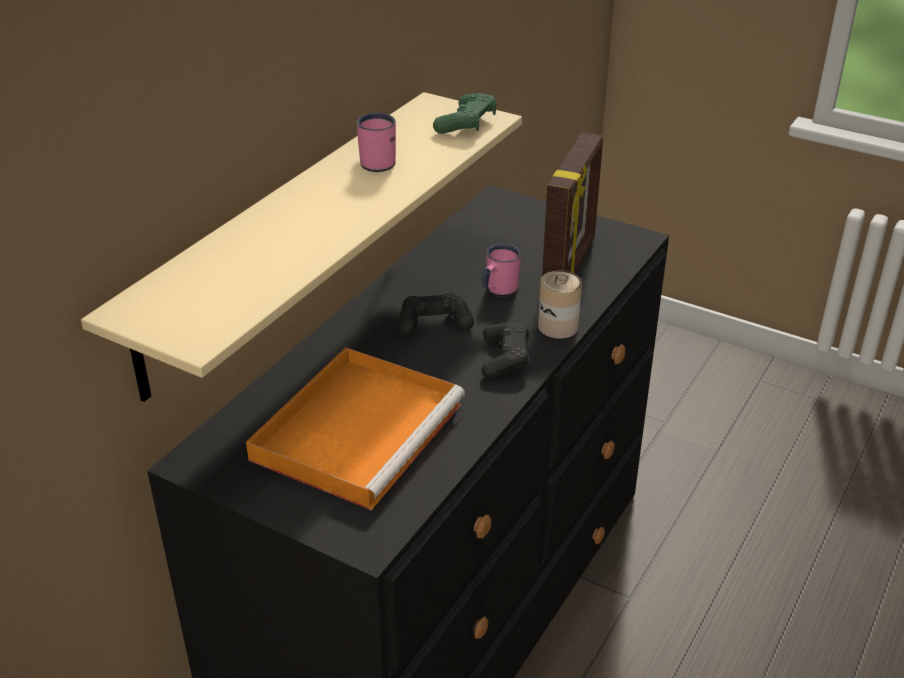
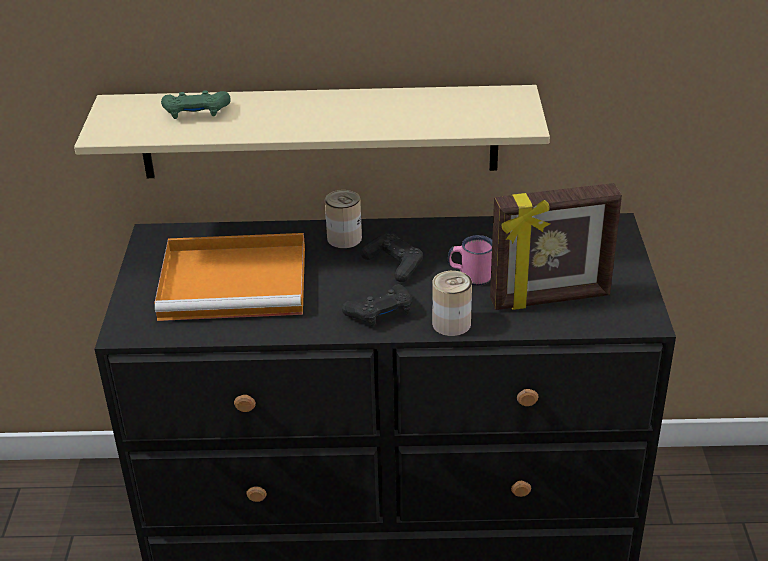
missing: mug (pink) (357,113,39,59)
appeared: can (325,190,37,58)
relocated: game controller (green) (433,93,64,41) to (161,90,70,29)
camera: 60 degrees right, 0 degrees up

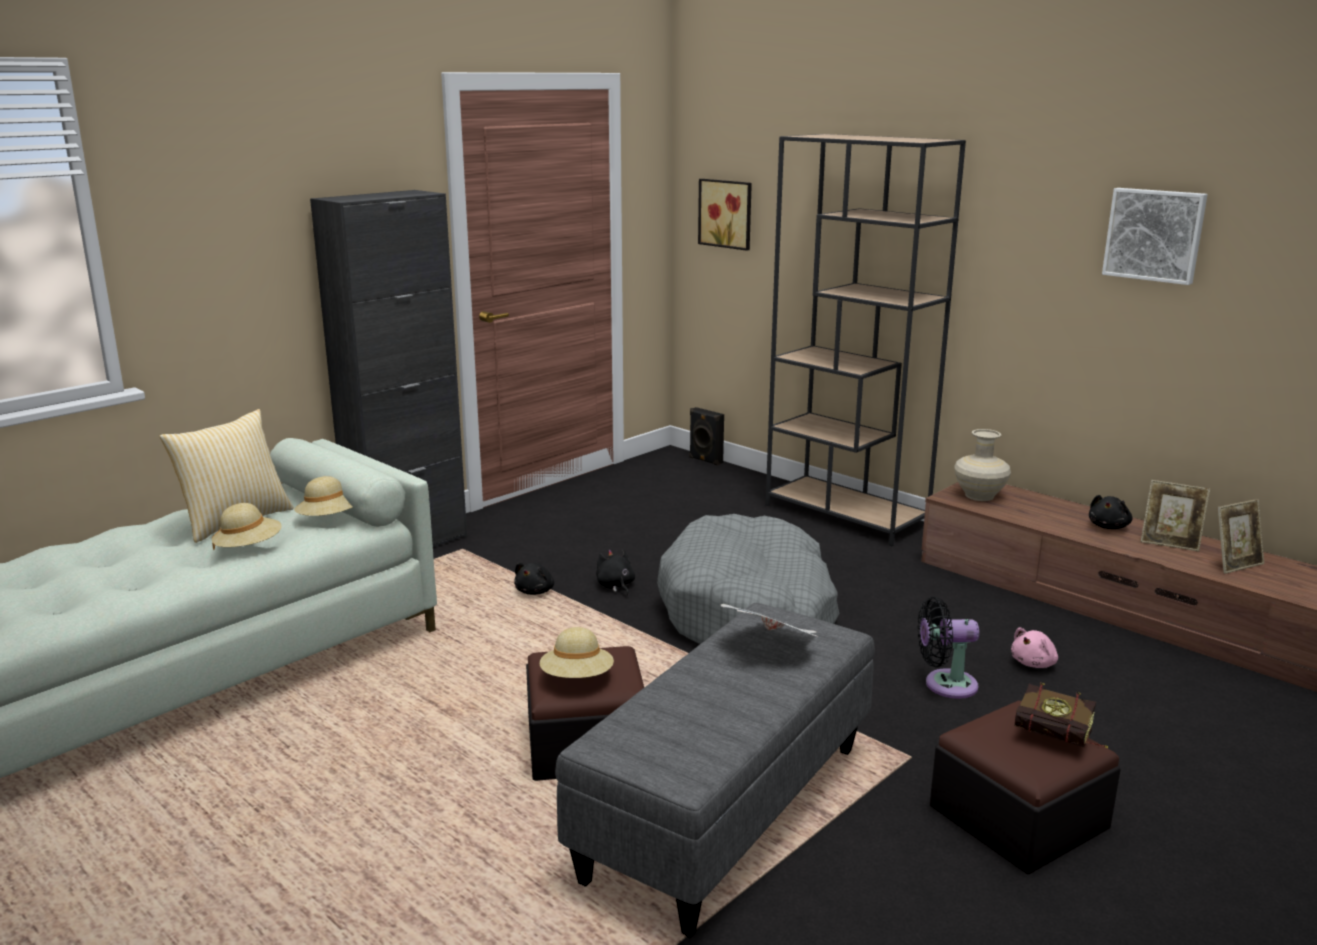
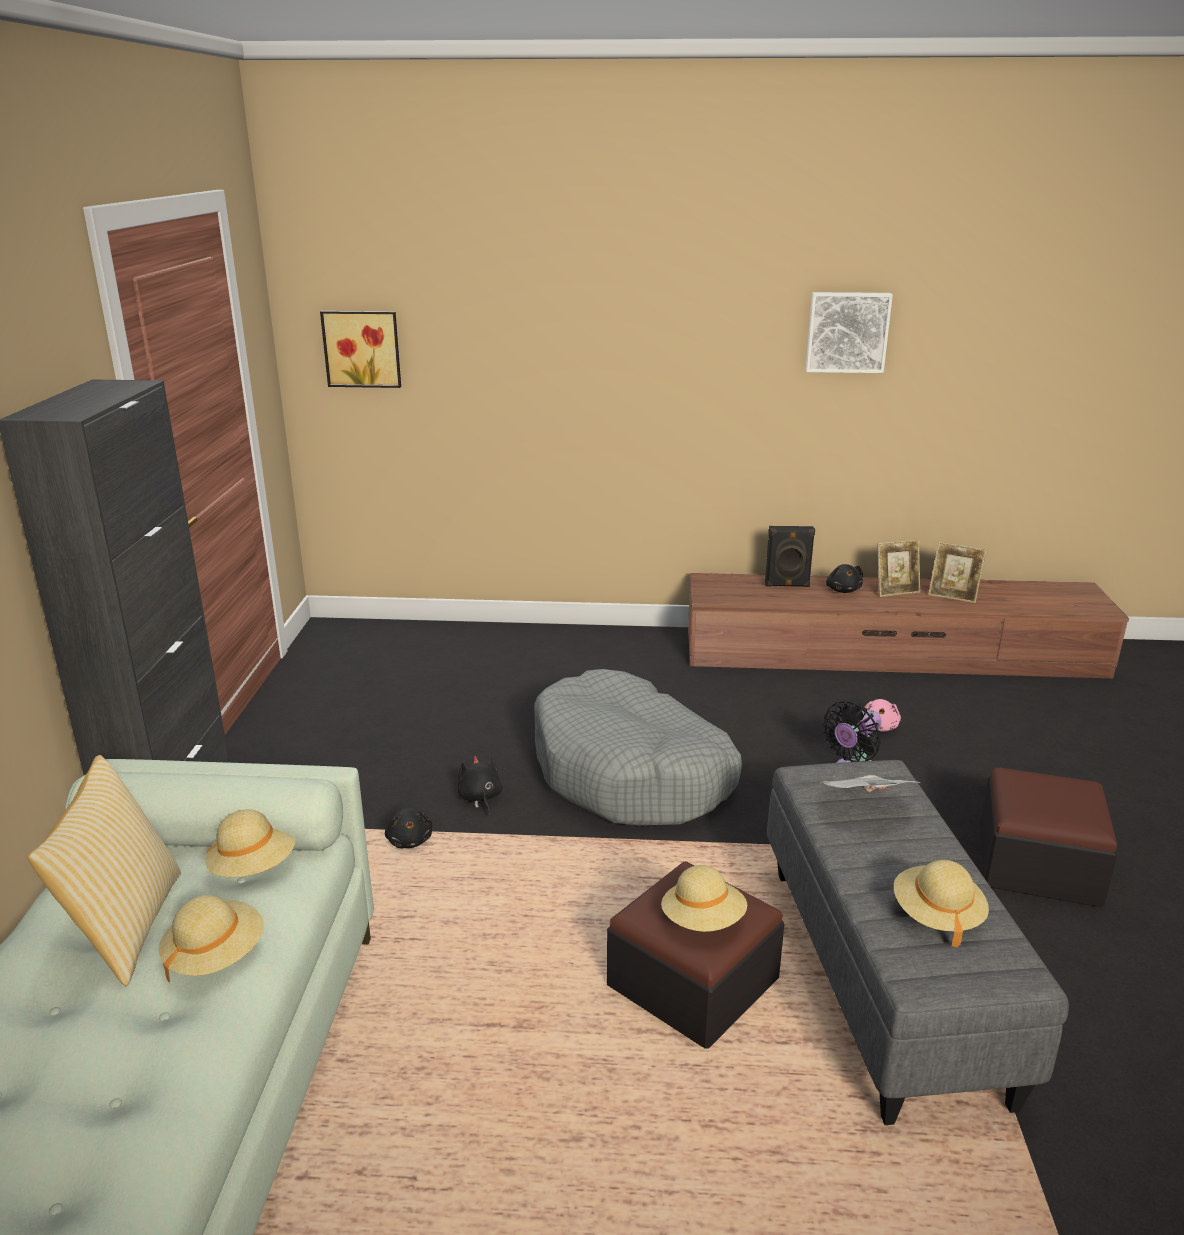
missing: bookcase (766,134,200,412); vase (beige) (955,429,56,72); book (1014,682,94,66)
appeared: hat (beige) (894,860,95,88)
relocated: speaker (black) (689,407,35,58) to (765,526,50,61)
spun: picture frame (1217,499,47,75) = (928,542,58,61) 90 degrees clockwise; plush toy (black) (596,549,39,47) = (458,756,45,59) 45 degrees clockwise
camera: 40 degrees left, 5 degrees up

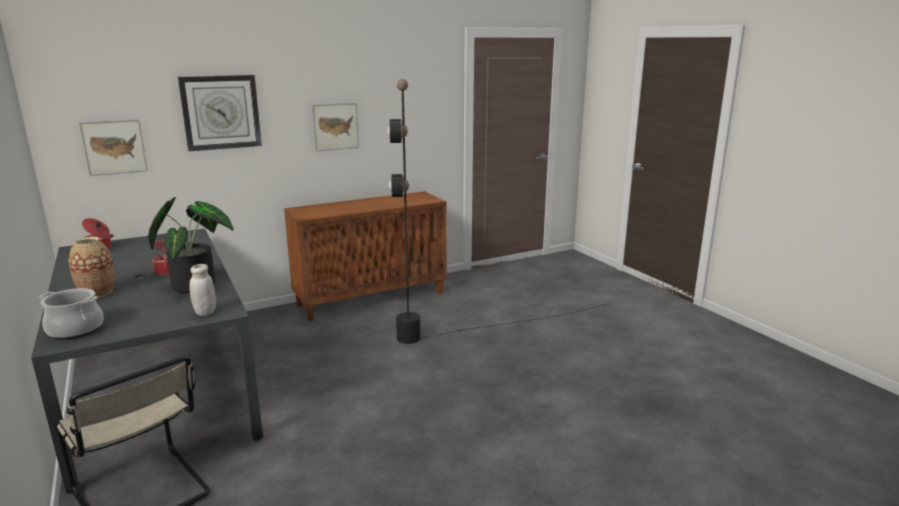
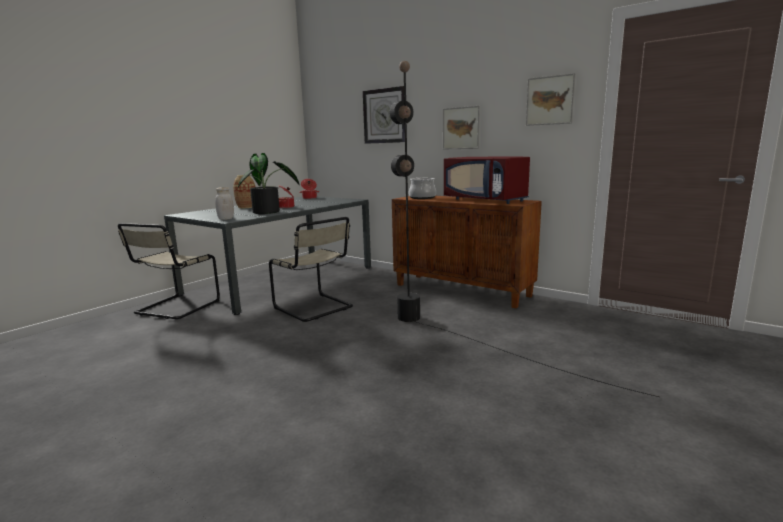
appeared: microwave (red) (444,157,86,47); chair (beige) (269,217,84,105)
relocated: picture (79,119,69,57) to (526,73,50,53); cooking pot (39,288,64,51) to (409,177,27,22)
camera: 65 degrees right, 5 degrees down

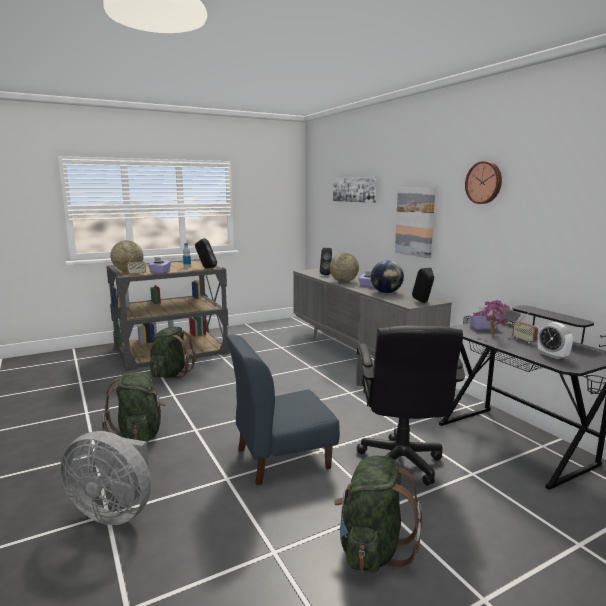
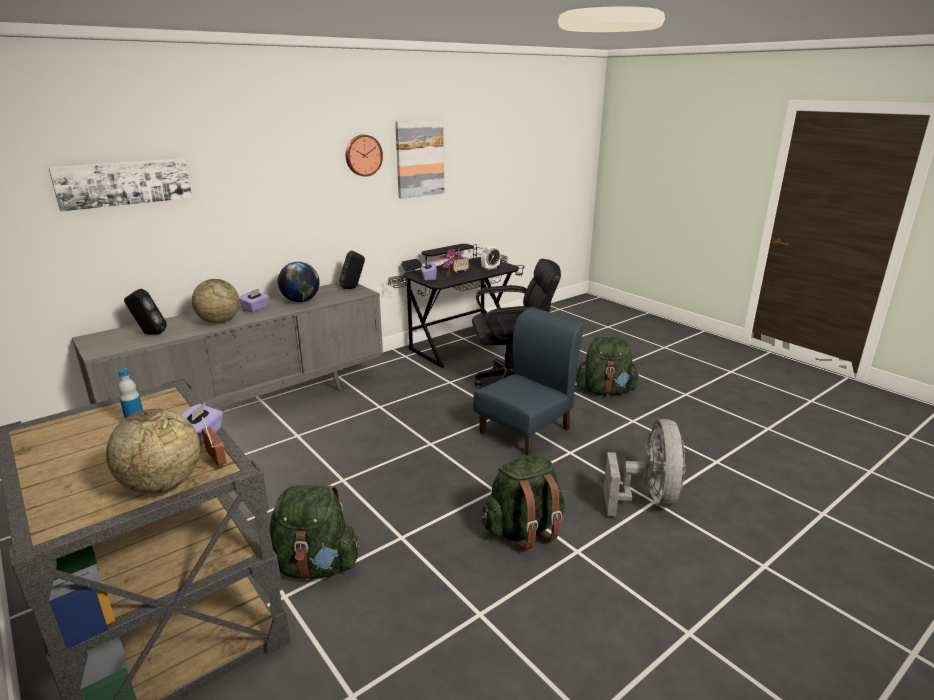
missing: speaker (black) (195,238,22,30)
relocated: picture (395,187,41,71) to (395,119,49,80)
spun: chair (blue) (226,335,114,150) = (473,307,110,149) 105 degrees counterclockwise
camera: 100 degrees left, 10 degrees up

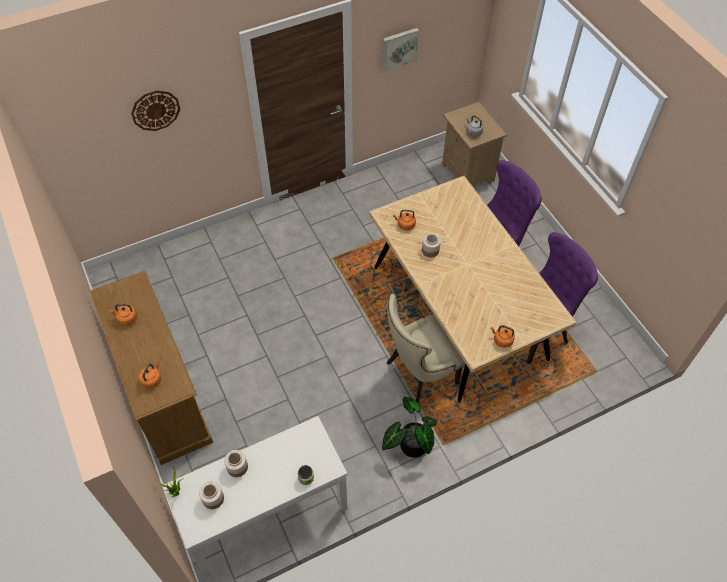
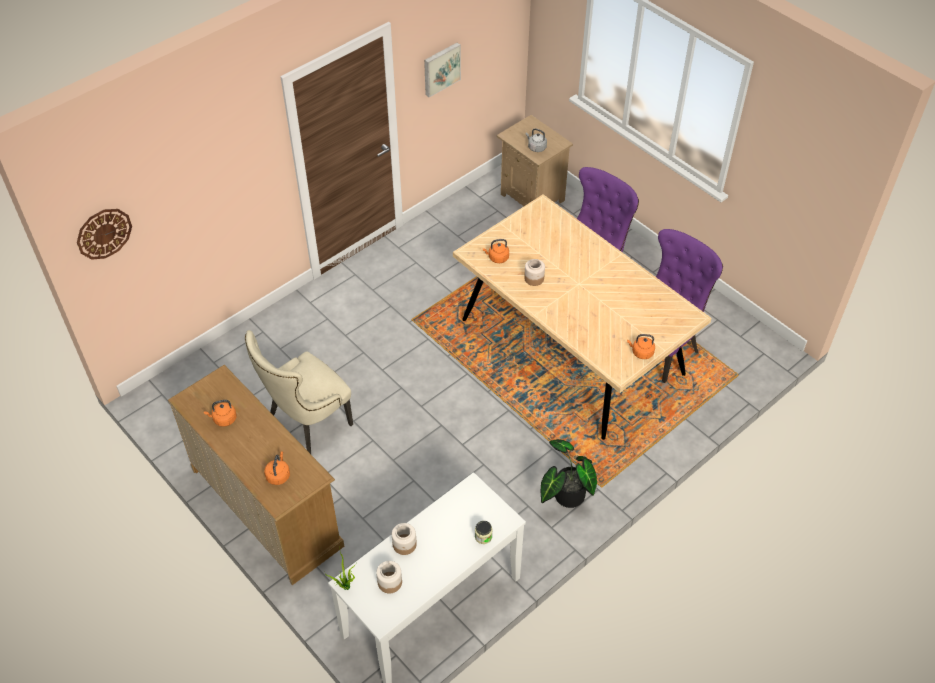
relocated: wall clock (131,90,49,41) to (77,209,55,51); chair (beige) (387,294,78,109) to (245,330,108,124)
camera: 15 degrees left, 5 degrees down

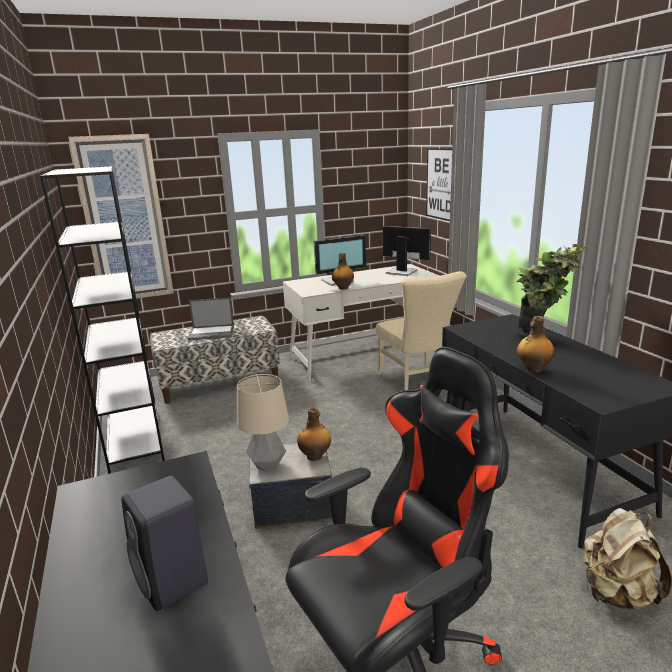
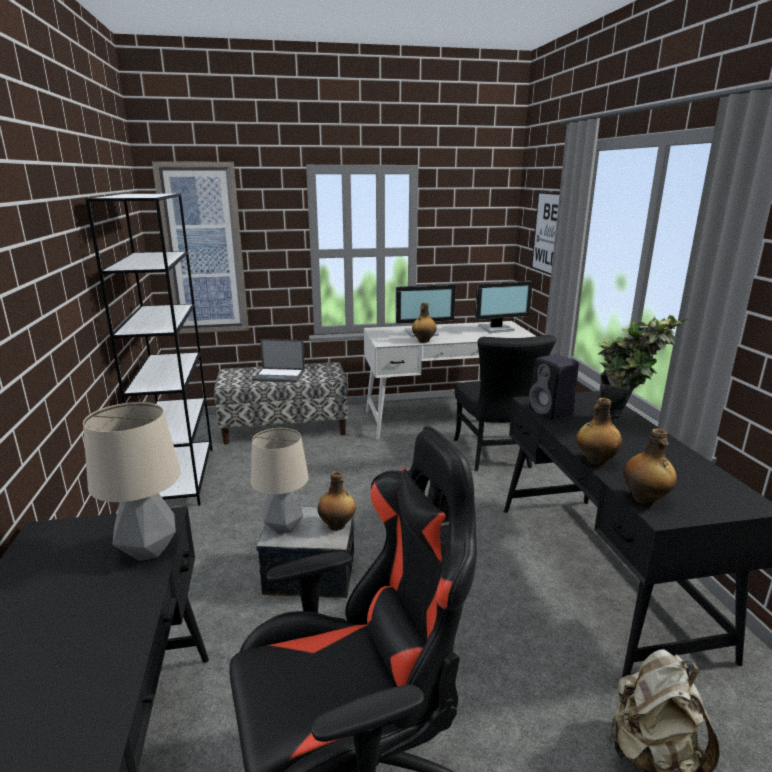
appeared: table lamp (83,402,98,159); bottle (623,428,54,77)
relocated: speaker (black) (121,475,87,136) to (529,354,50,66)
colour: chair (beige) (376,271,90,119) to chair (black) (454,335,102,136)
spun: monitor (383,226,48,50) = (475,281,57,52) 120 degrees clockwise
camera: 10 degrees right, 0 degrees up

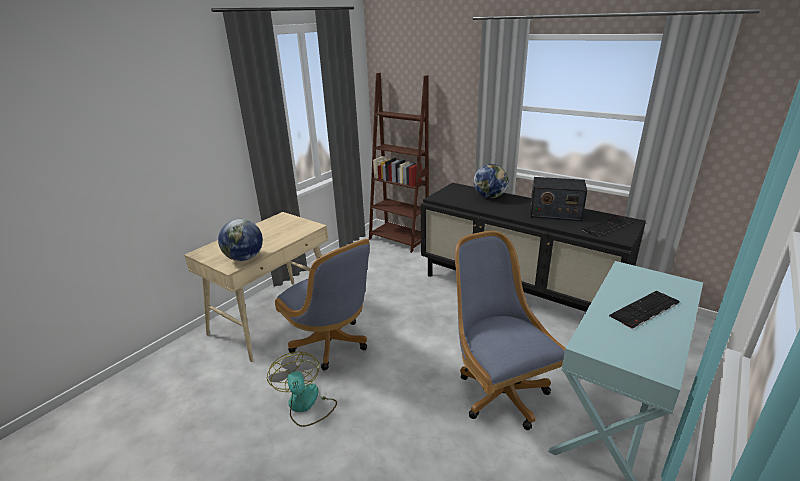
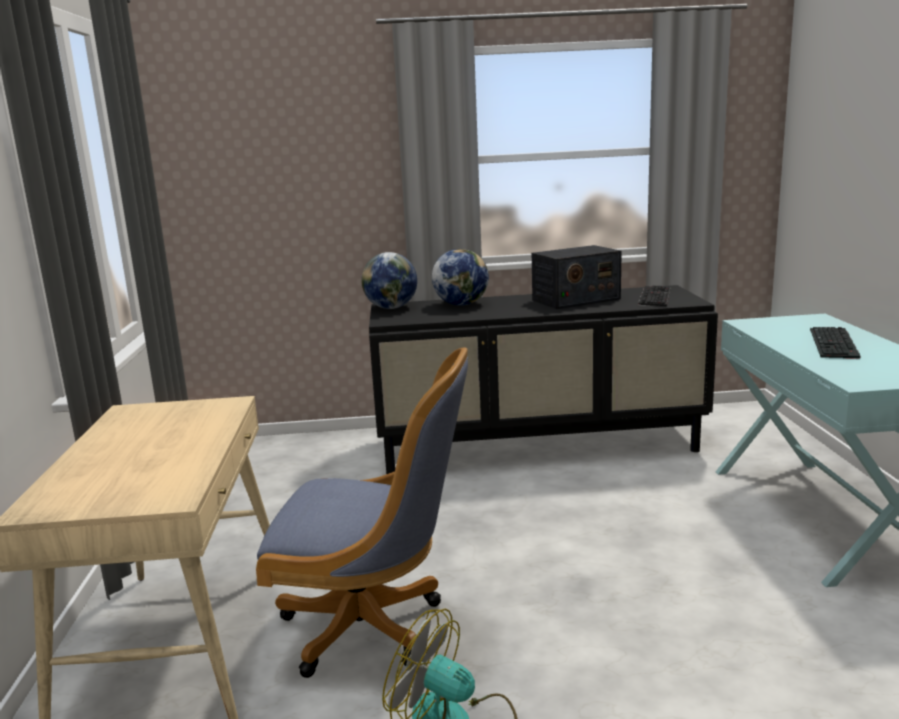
missing: bookcase (brown) (369,73,60,180); office chair (blue) (455,231,110,199)
relocated: globe (218,219,45,42) to (361,252,56,57)
camera: 40 degrees left, 10 degrees down

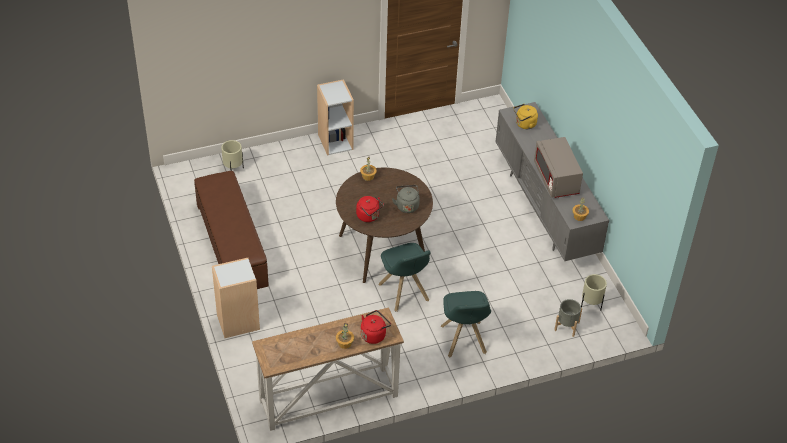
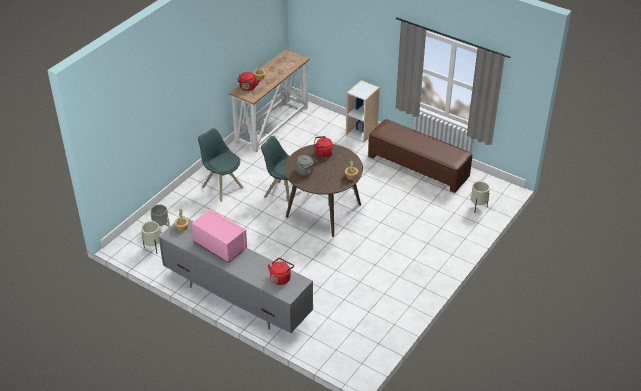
missing: bookcase (317,79,37,76)
colour: kettle (yellow) (513,104,25,25) to kettle (red) (268,258,26,27); microwave (grey) (534,137,49,61) to microwave (pink) (192,209,55,54)
camera: 145 degrees right, 5 degrees down

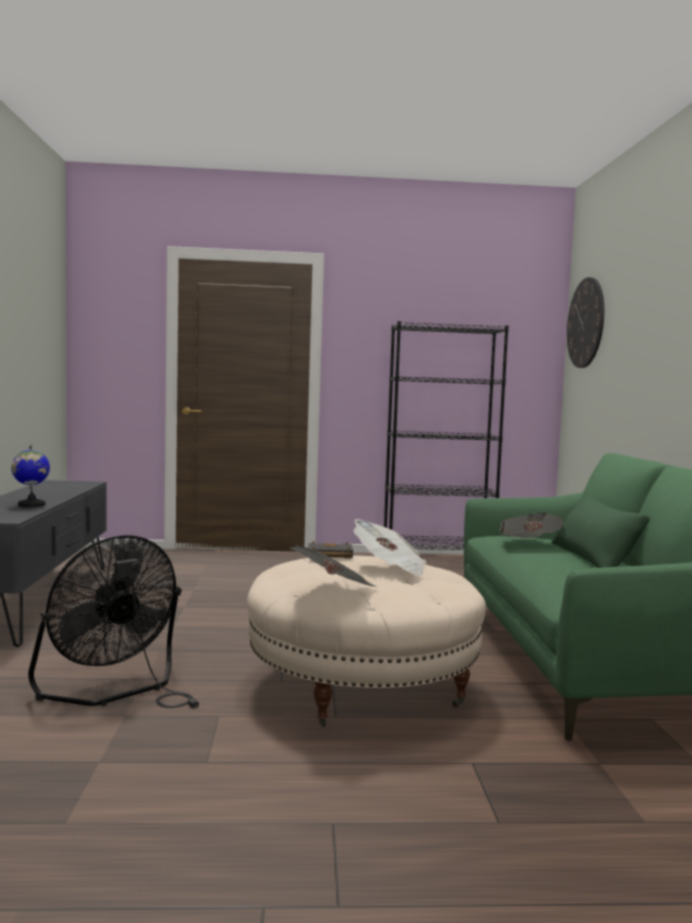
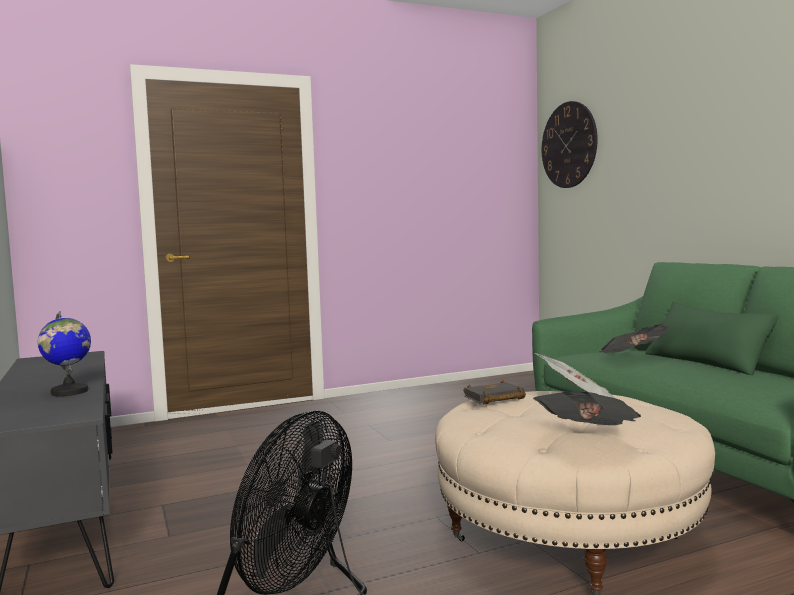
missing: bookcase (black) (384,321,125,229)
camera: 20 degrees left, 0 degrees up

